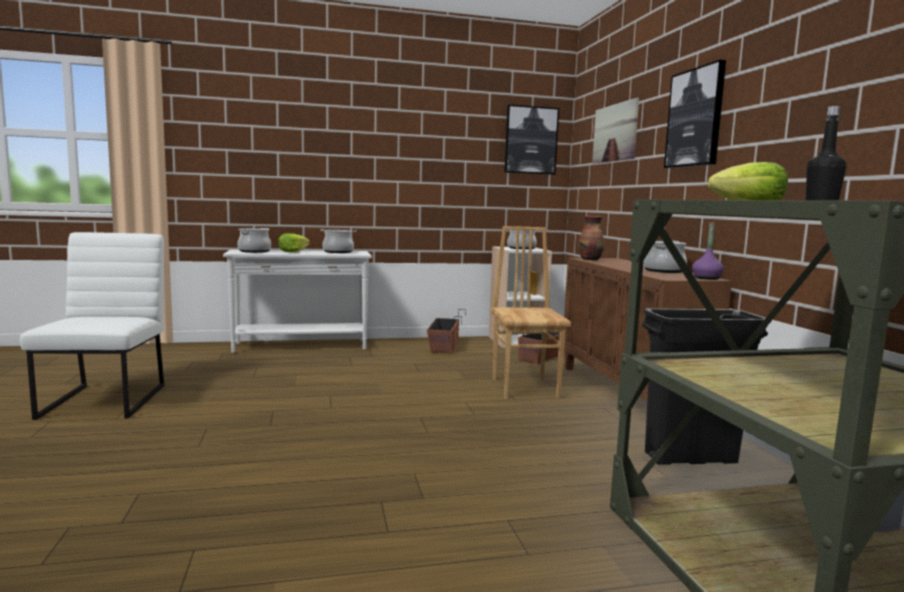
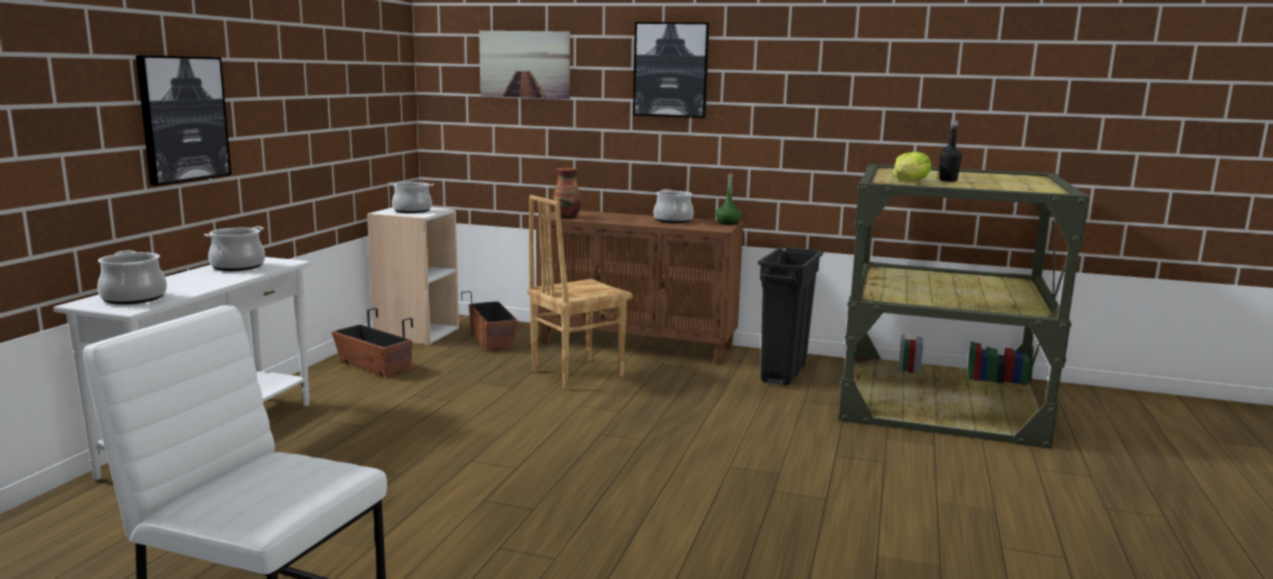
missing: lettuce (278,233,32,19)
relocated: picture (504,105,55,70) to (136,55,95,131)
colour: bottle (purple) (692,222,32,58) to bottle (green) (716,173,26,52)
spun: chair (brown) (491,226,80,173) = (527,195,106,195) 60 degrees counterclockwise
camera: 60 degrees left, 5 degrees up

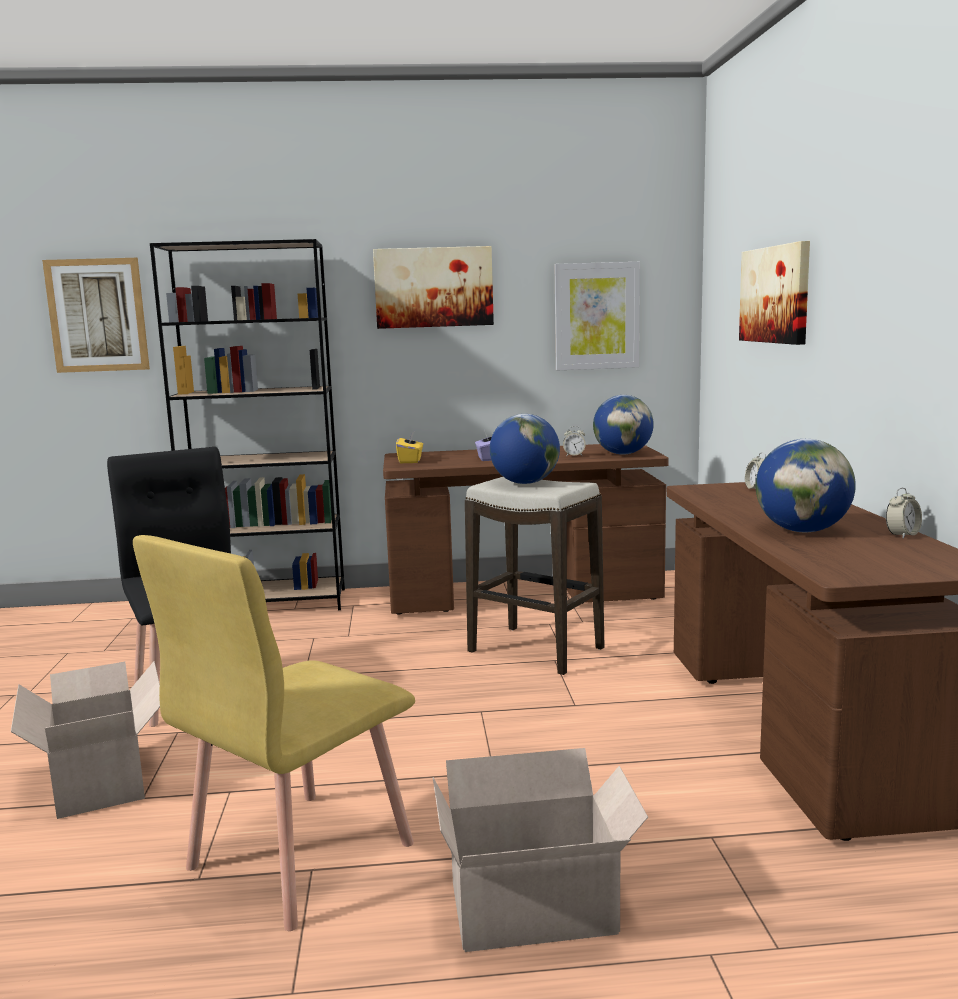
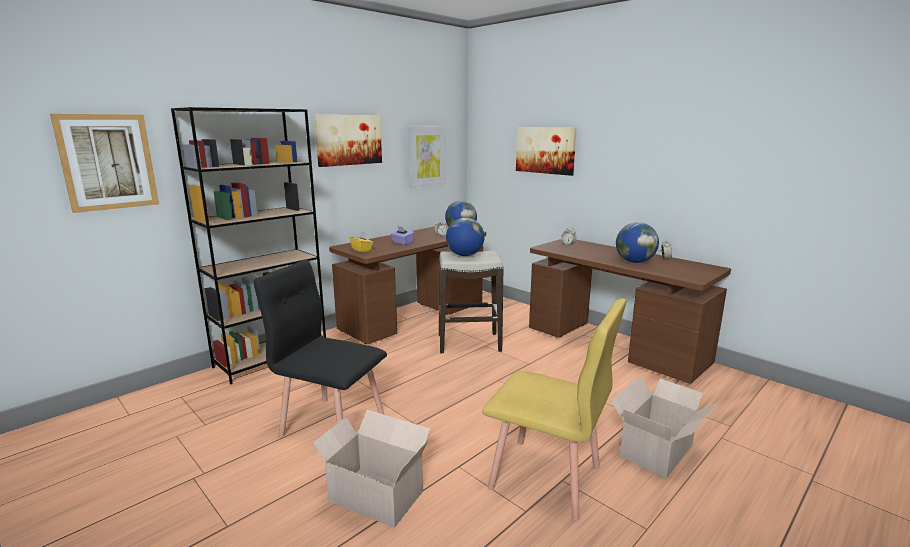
spun: chair (yellow) (133,535,282,396) = (482,298,144,223) 60 degrees counterclockwise
camera: 40 degrees left, 5 degrees up

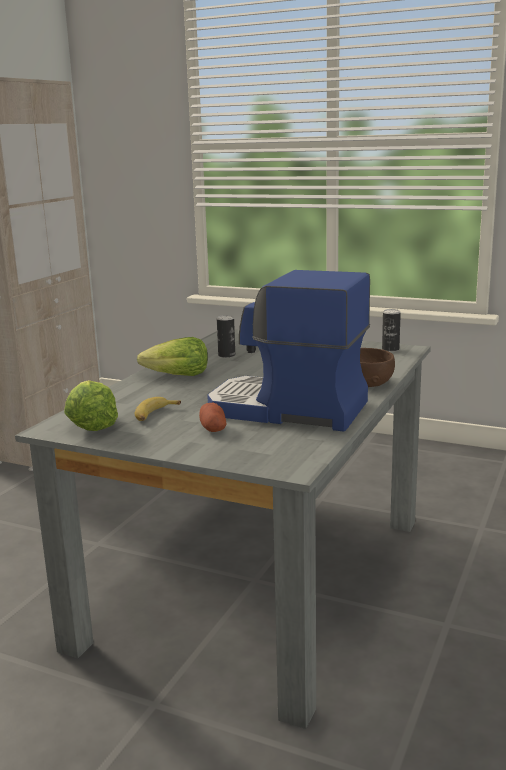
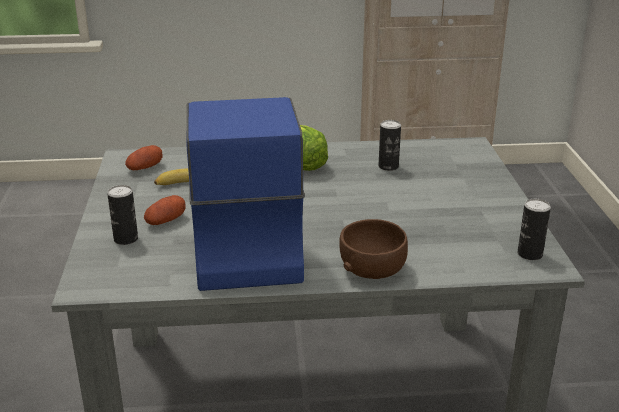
appeared: can (107,185,31,60)
exchanged: lettuce (64,380,54,51) to potato (125,145,37,25)
camera: 60 degrees right, 10 degrees up

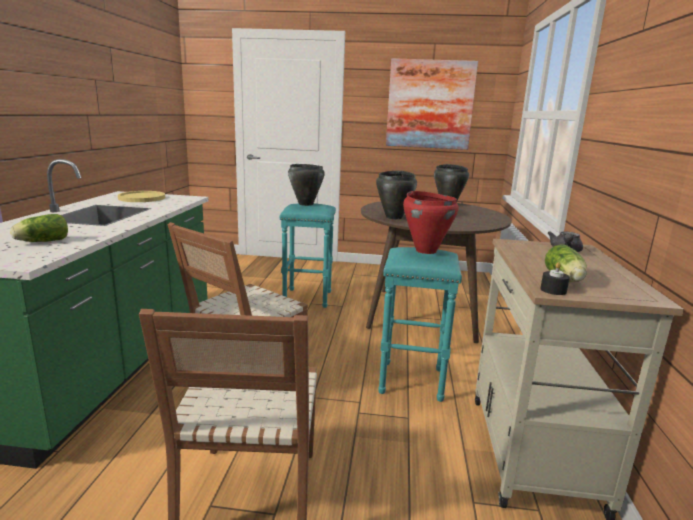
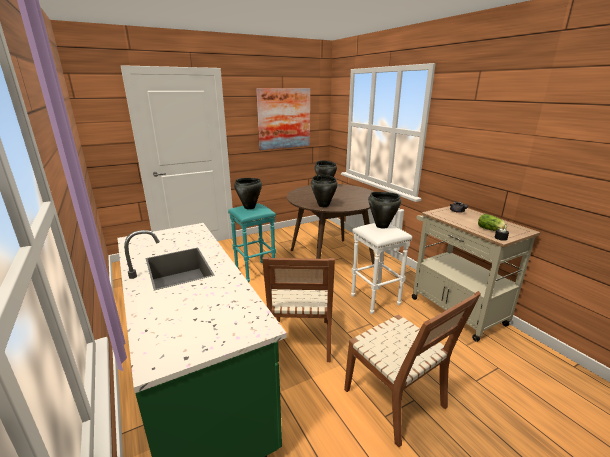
missing: plate (yellow) (118,191,47,11); lettuce (10,214,58,28)
colour: cooking pot (red) (403,191,56,63) to cooking pot (black) (368,192,33,37); stool (turquoise) (378,247,84,155) to stool (white) (351,223,61,91)
camera: 35 degrees left, 5 degrees up

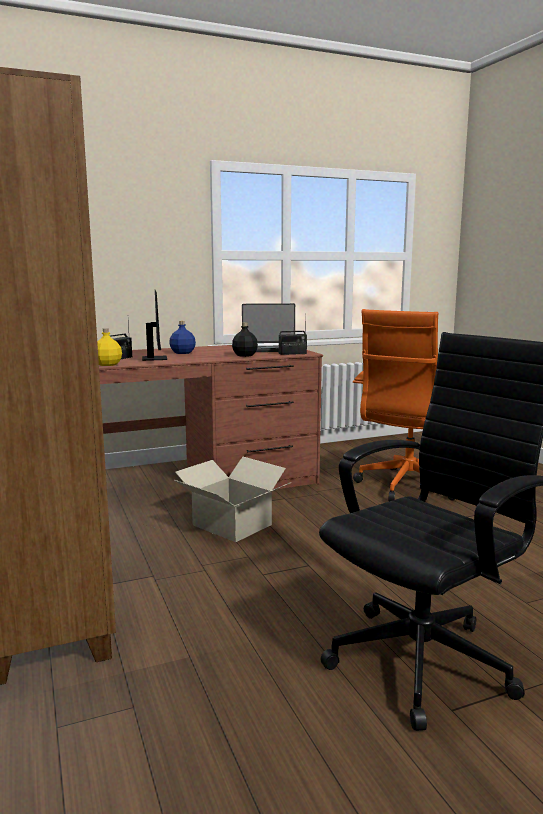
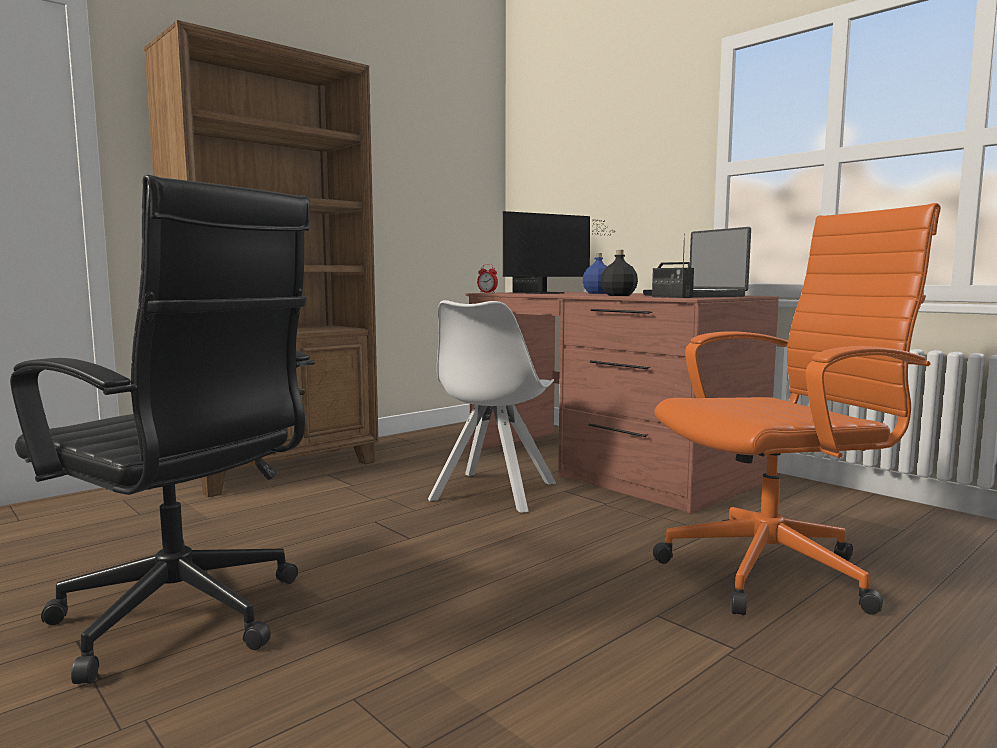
exchanged: bottle (yellow) (97,328,25,38) to alarm clock (477,264,21,29); cardboard box (174,457,117,85) to chair (white) (428,300,128,213)
spun: office chair (orange) (353,309,102,193) = (653,203,288,413) 150 degrees clockwise
camera: 70 degrees right, 5 degrees down

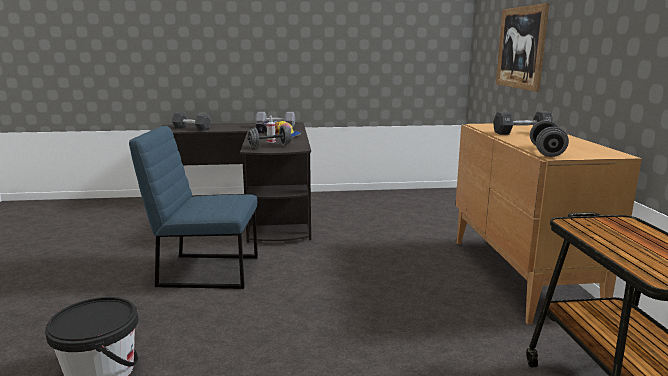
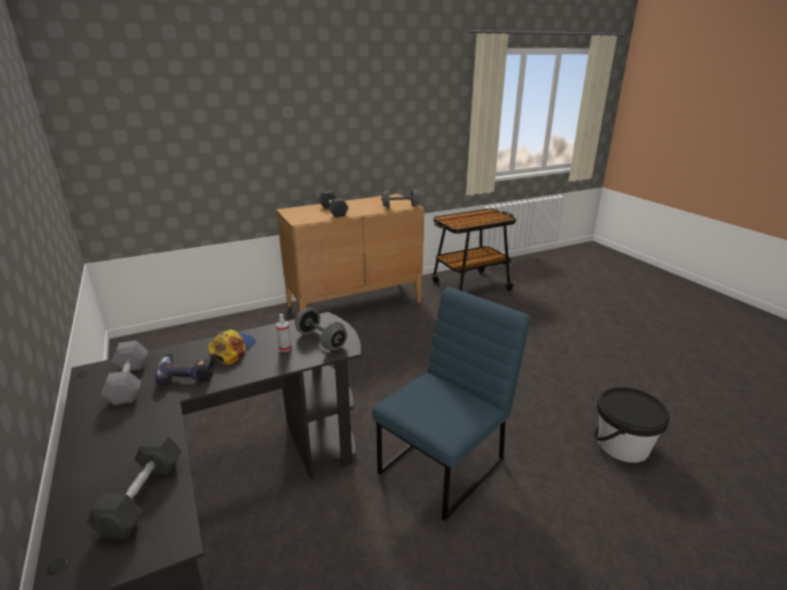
missing: picture (496,3,53,89)
spun: chair (blue) (129,126,129,163) = (372,287,158,234) 120 degrees counterclockwise
camera: 110 degrees left, 10 degrees up

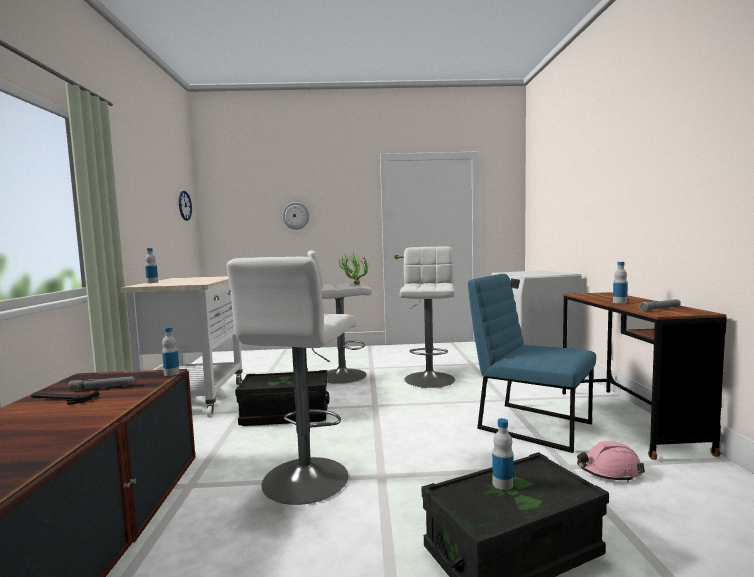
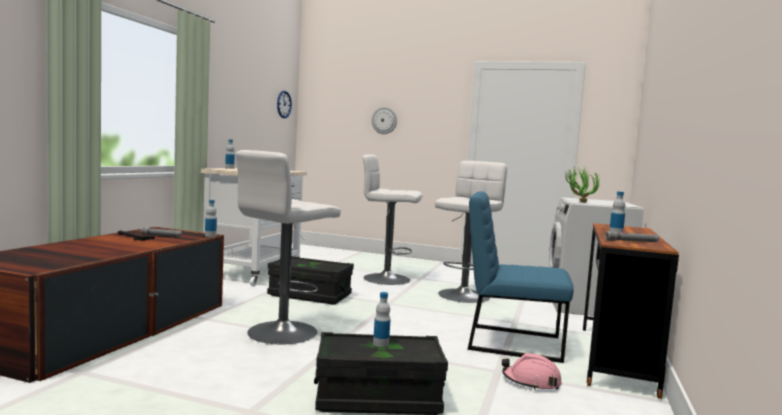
relocated: potted plant (338,252,30,33) to (565,167,35,36)
spun: chair (blue) (468,274,128,179) = (467,191,107,172) 45 degrees counterclockwise
camera: 20 degrees right, 0 degrees up

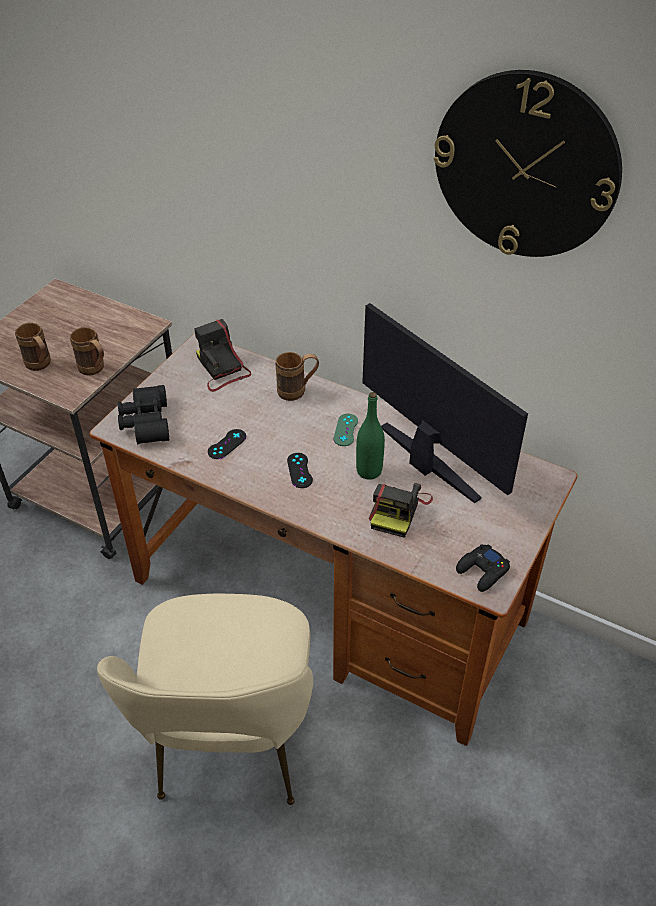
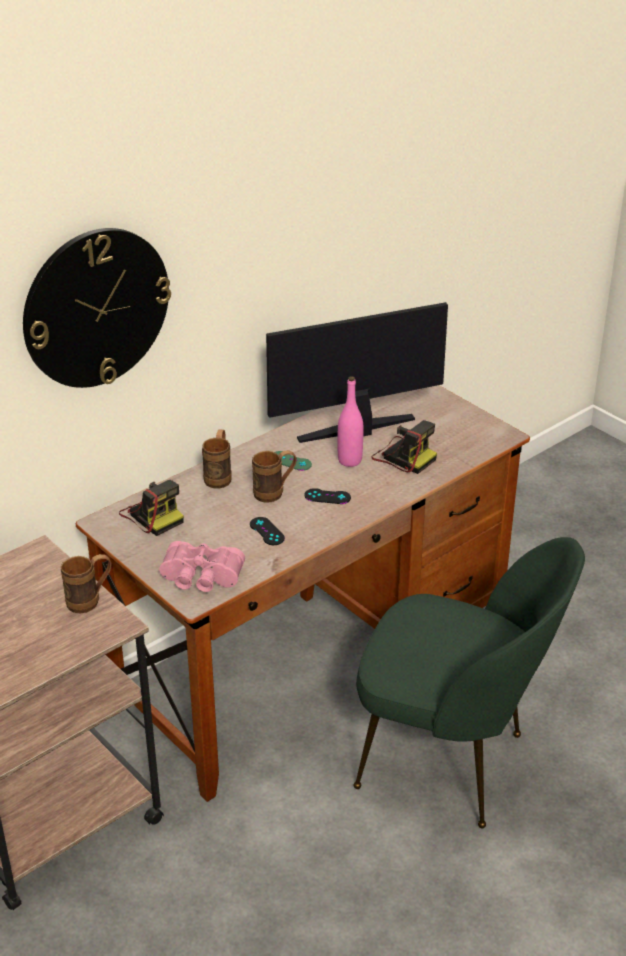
missing: game controller (black) (456,544,54,48)
relocated: wall clock (434,70,188,187) to (23,228,148,160); mug (brown) (15,323,36,48) to (252,450,45,53)
colour: binoculars (black) (118,385,51,59) to binoculars (pink) (159,541,86,51); bottle (green) (356,392,29,88) to bottle (pink) (338,376,26,91); chair (beige) (97,594,216,211) to chair (green) (354,537,231,291)
spun: photo camera (194,319,57,73) = (119,480,65,56) 120 degrees counterclockwise
camera: 70 degrees left, 10 degrees down

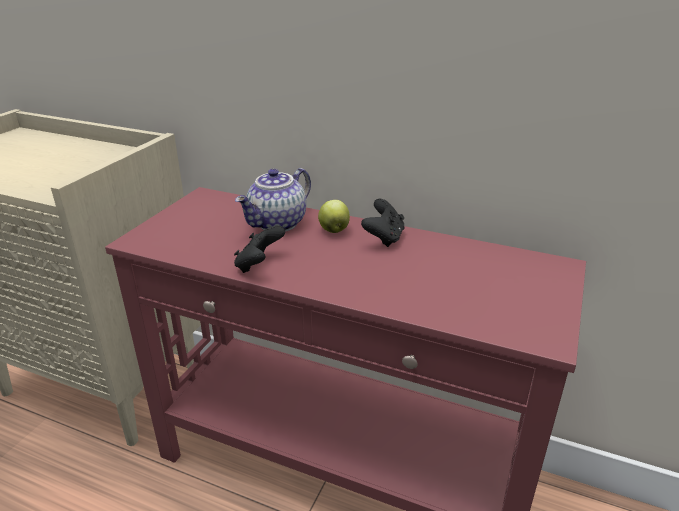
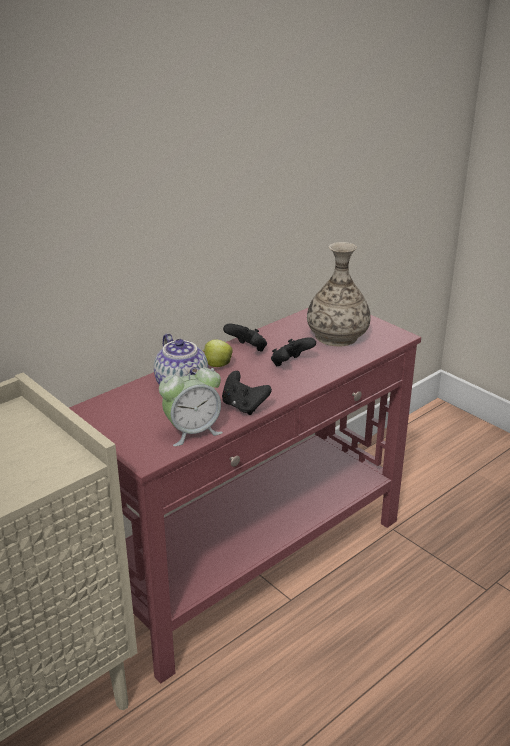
appeared: vase (307,242,64,104); game controller (black) (271,337,45,30); alarm clock (159,362,64,84)
camera: 65 degrees left, 0 degrees up

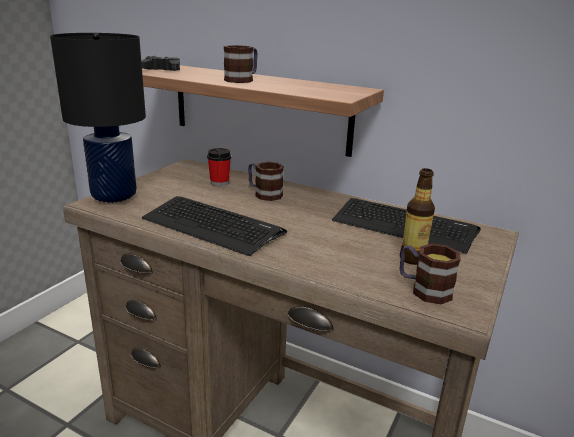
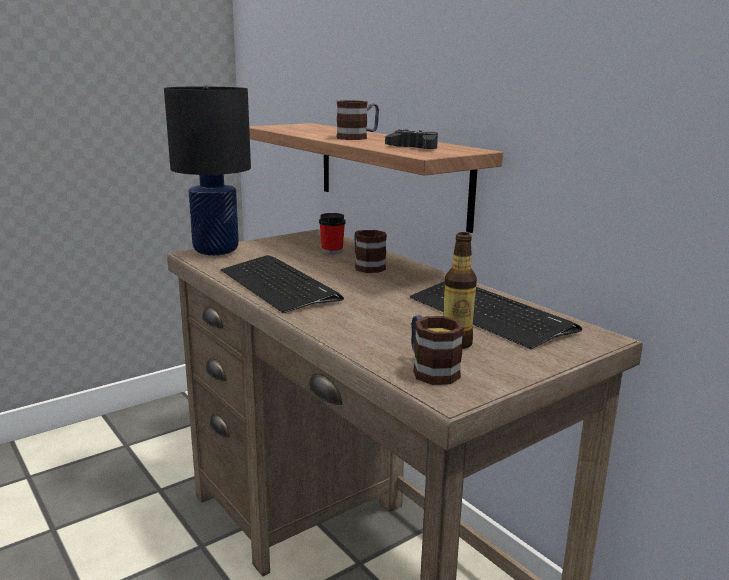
relocated: game controller (black) (141,56,39,15) to (385,129,53,20)
camera: 25 degrees right, 5 degrees down

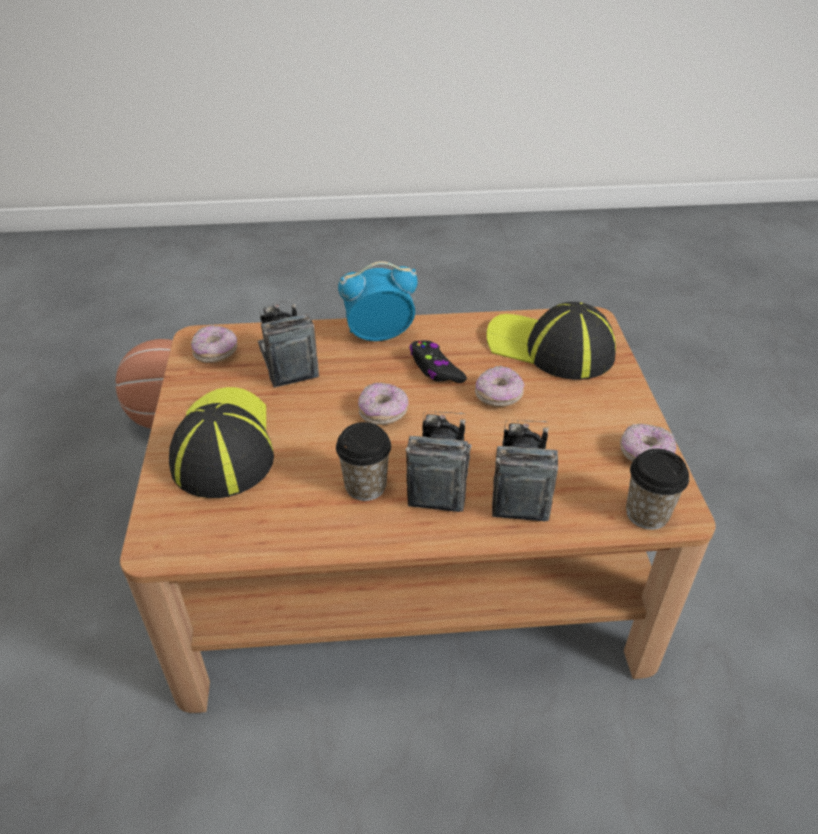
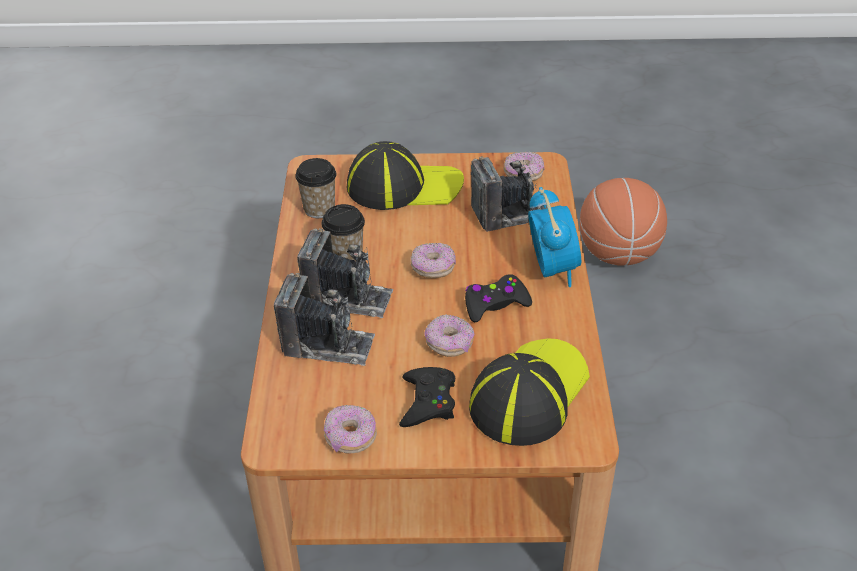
appeared: game controller (black) (399,367,56,60)
relocated: cup (626,449,63,81) to (295,158,41,60)
camera: 95 degrees right, 0 degrees up

